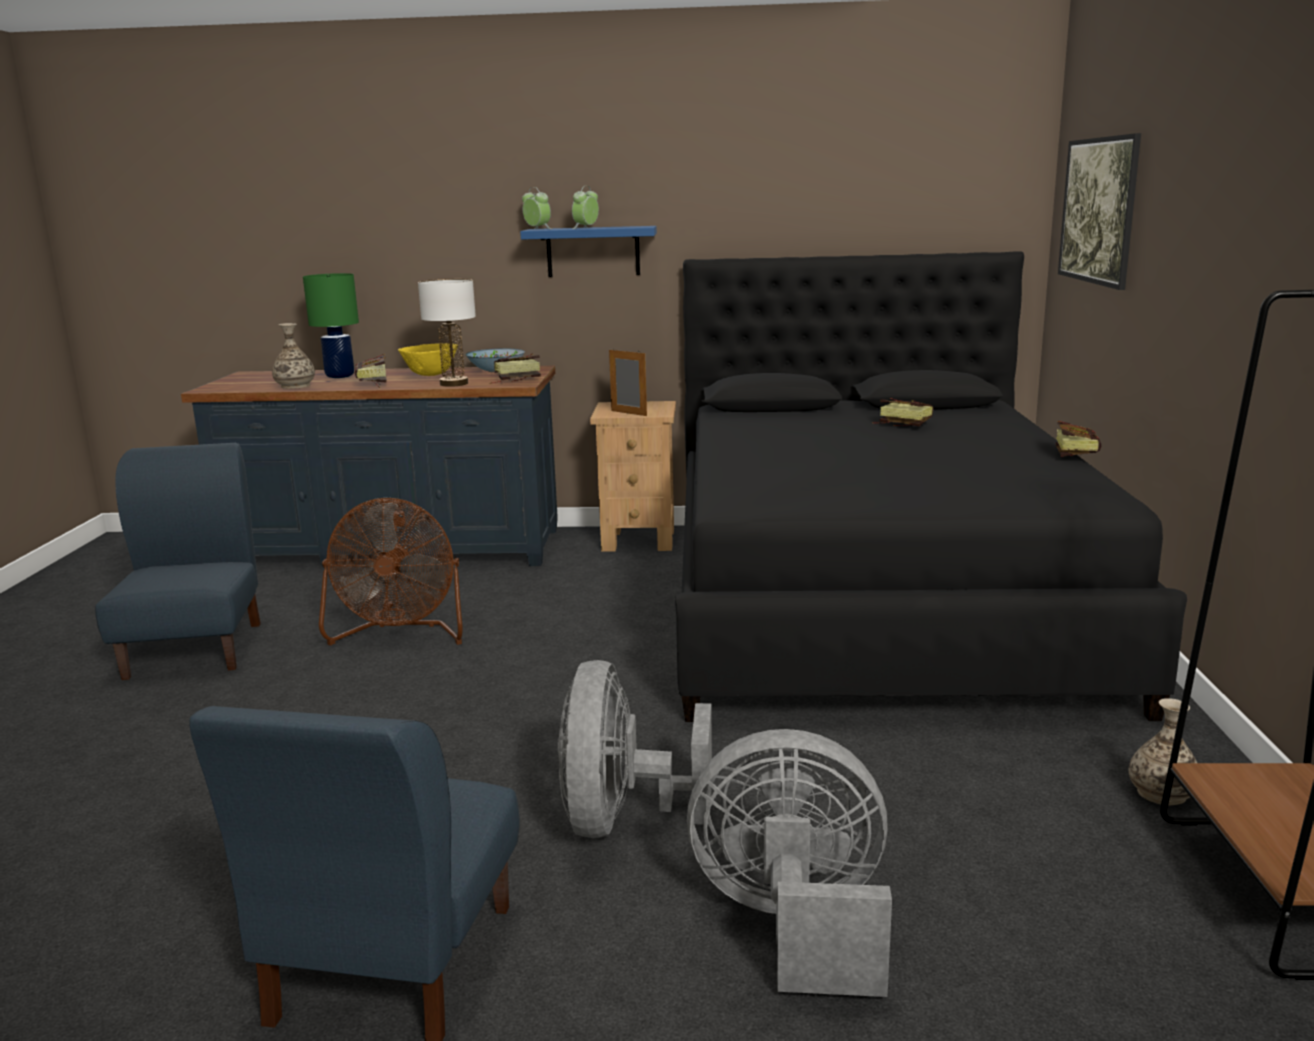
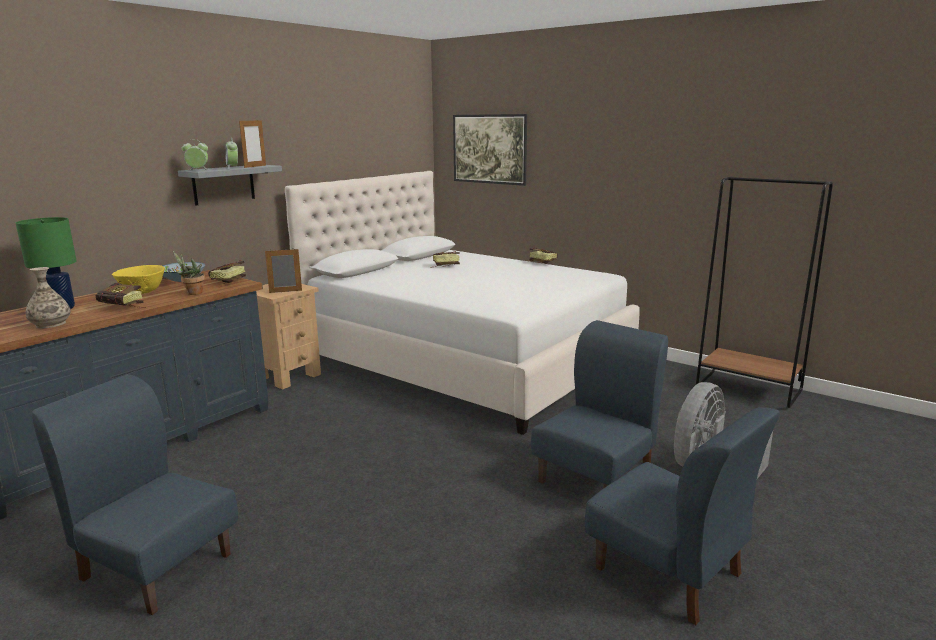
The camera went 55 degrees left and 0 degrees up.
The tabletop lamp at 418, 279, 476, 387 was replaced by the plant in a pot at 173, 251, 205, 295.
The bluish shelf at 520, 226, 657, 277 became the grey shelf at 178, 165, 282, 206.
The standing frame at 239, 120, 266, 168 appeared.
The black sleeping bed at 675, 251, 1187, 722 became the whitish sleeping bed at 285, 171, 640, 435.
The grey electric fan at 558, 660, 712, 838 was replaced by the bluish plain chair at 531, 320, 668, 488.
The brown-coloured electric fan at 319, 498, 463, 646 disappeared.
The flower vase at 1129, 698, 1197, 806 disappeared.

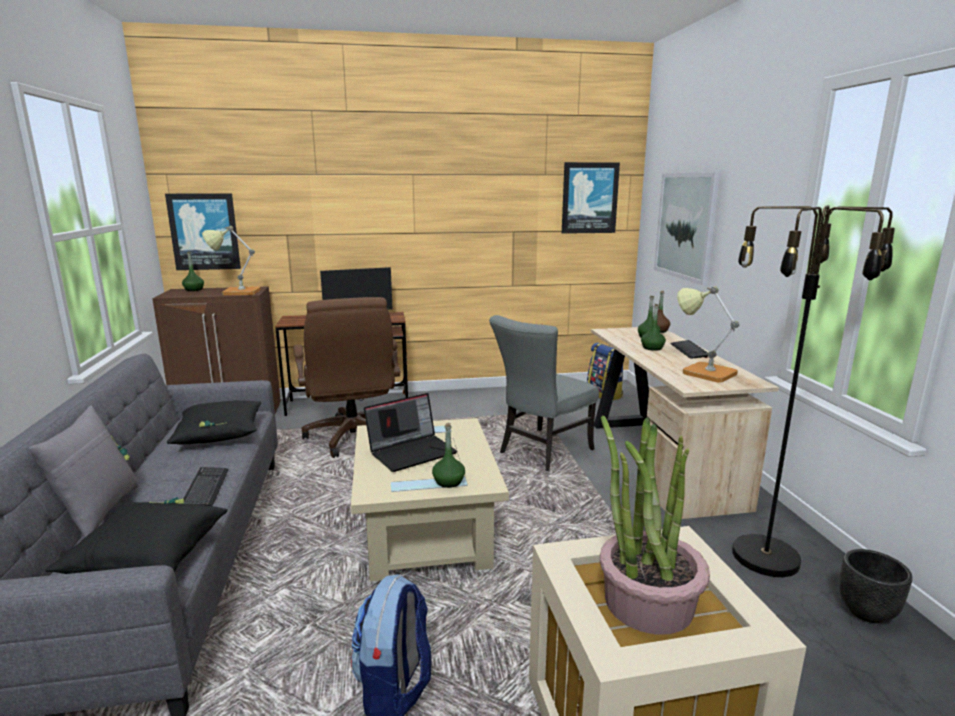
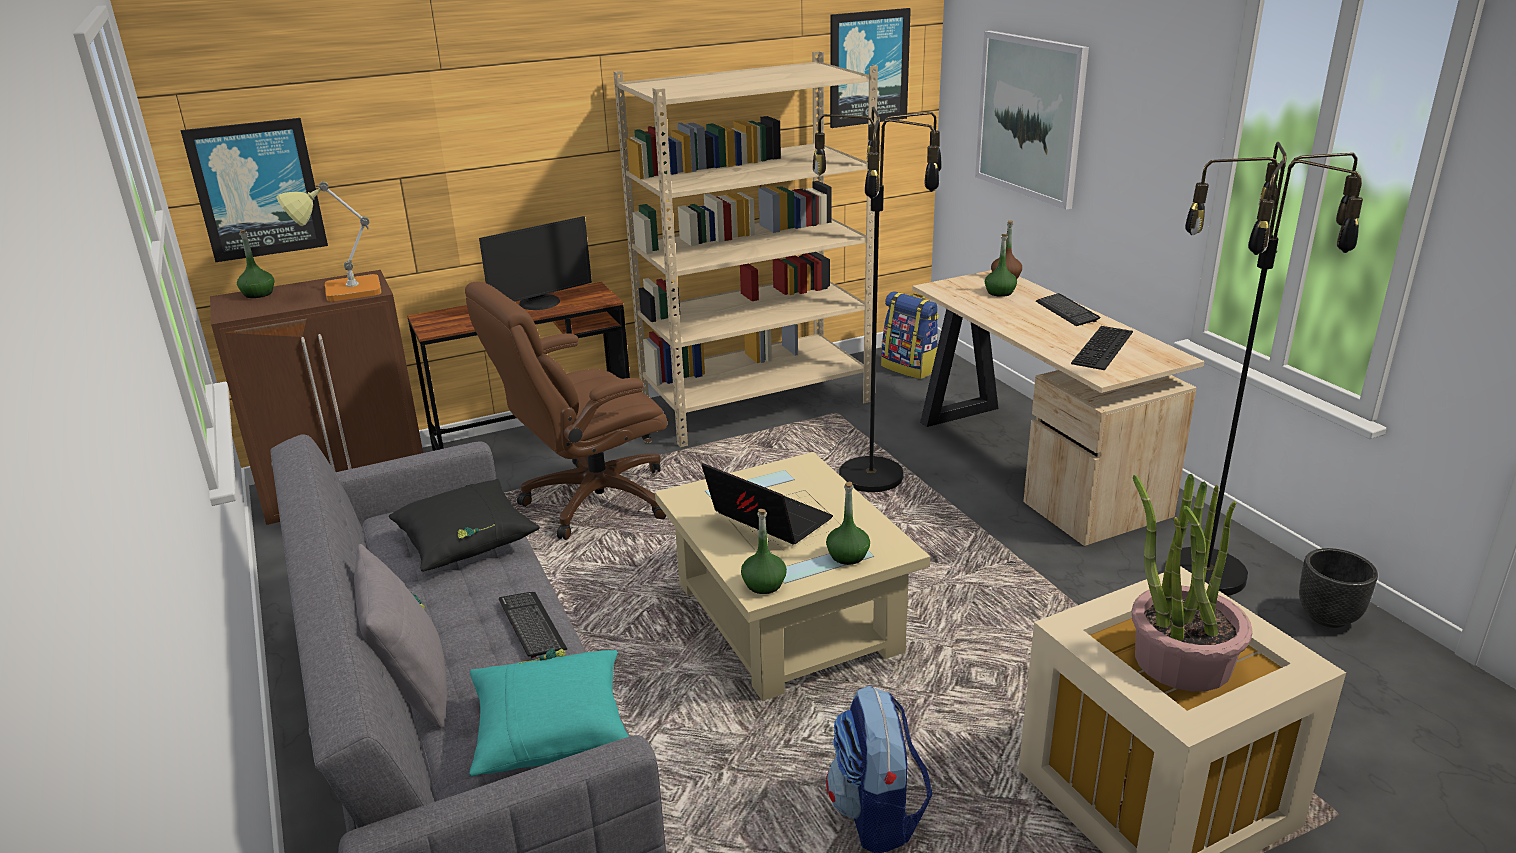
The camera went 15 degrees left and 10 degrees up.
The brown-coloured computer chair at 293, 297, 400, 458 turned 90 degrees clockwise.
The black cushion at 45, 497, 228, 574 became the turquoise-coloured cushion at 469, 648, 629, 777.
The beige bookshelf at 614, 51, 878, 447 appeared.
The laptop at 364, 393, 457, 472 turned 90 degrees counterclockwise.
The greenish bottle moved from 641, 304, 666, 351 to 741, 509, 787, 594.
The grey plain chair at 489, 315, 599, 471 was replaced by the standard lamp at 813, 107, 942, 492.
The tabletop lamp at 677, 286, 739, 382 was replaced by the PC keyboard at 1071, 326, 1133, 370.

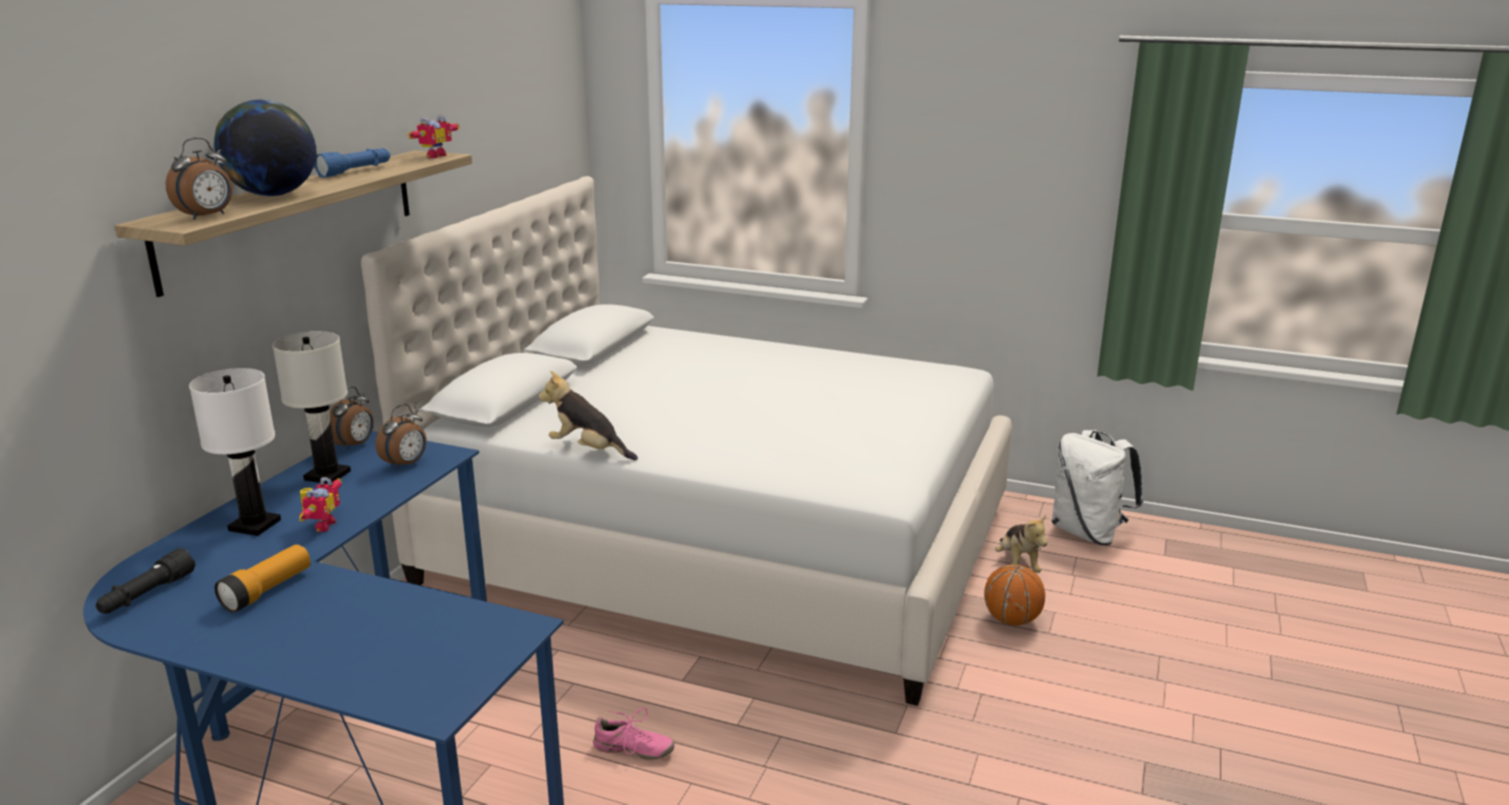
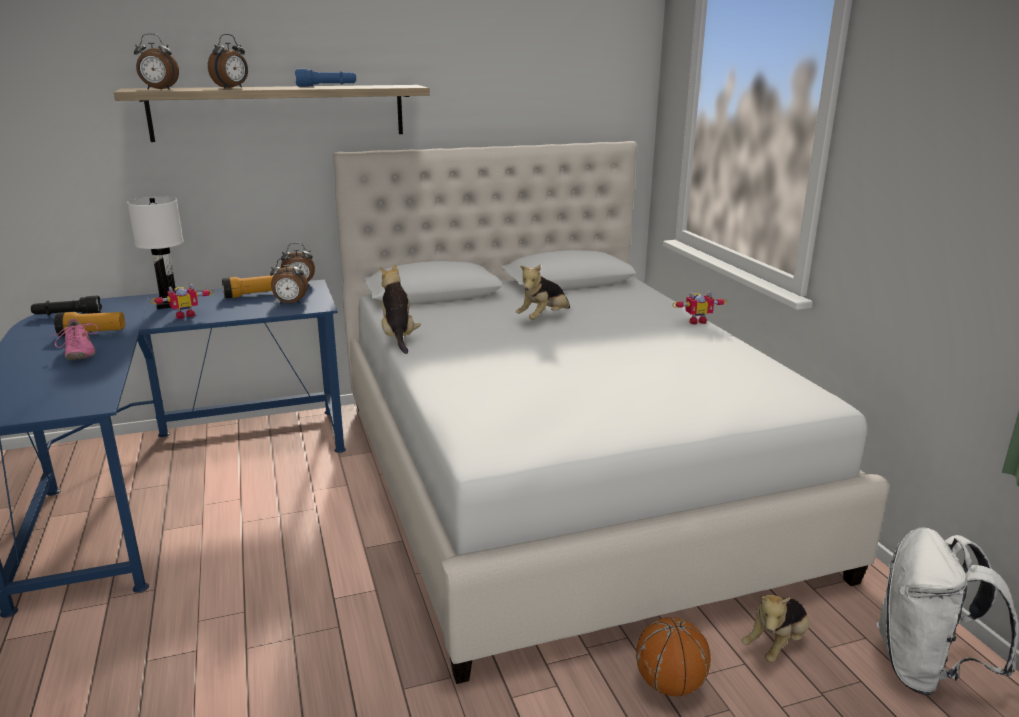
The camera went 50 degrees right and 0 degrees up.
The pink-coloured shoe moved from 593, 708, 675, 760 to 49, 319, 98, 360.
The globe at 214, 99, 317, 196 was replaced by the alarm clock at 208, 34, 248, 89.
The whitish tabletop lamp at 272, 331, 351, 484 was replaced by the hand torch at 222, 275, 274, 298.
The cuddly toy at 516, 264, 570, 320 appeared.
The toy robot moved from 408, 115, 460, 158 to 672, 291, 727, 325.

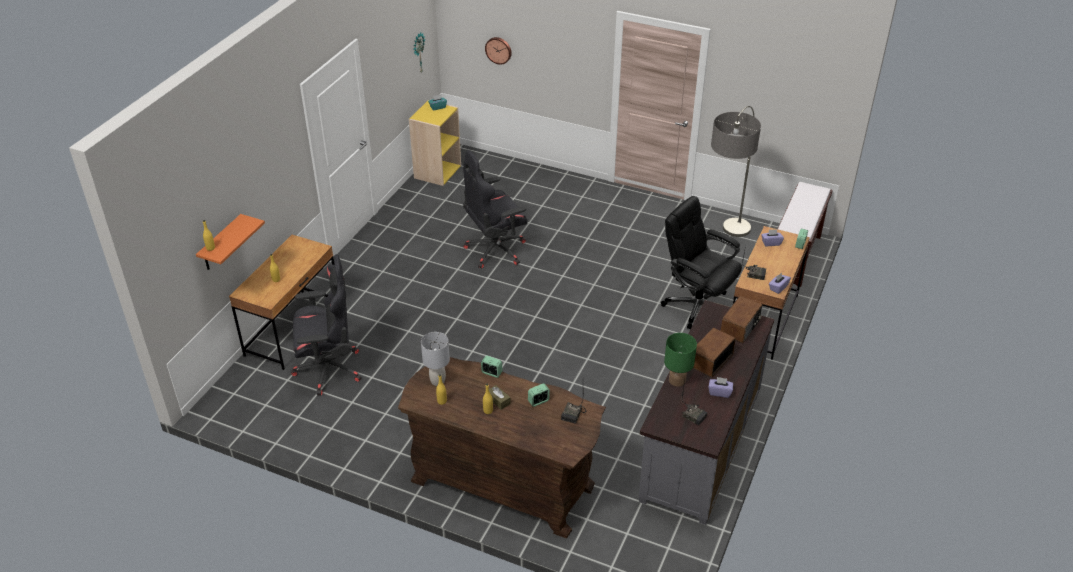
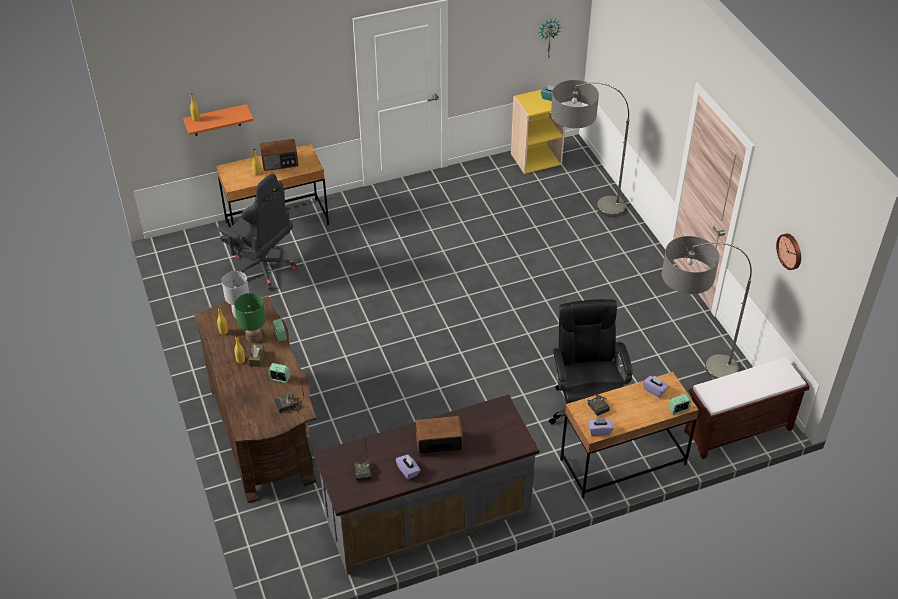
The camera went 45 degrees right and 5 degrees up.
The greenish tabletop lamp moved from 664, 333, 697, 387 to 234, 293, 266, 343.
The radio moved from 721, 296, 762, 344 to 260, 139, 298, 171.
The standard lamp at 551, 80, 629, 217 appeared.
The hanging clock moved from 485, 37, 512, 65 to 776, 234, 801, 270.
The black computer chair at 463, 150, 528, 268 disappeared.

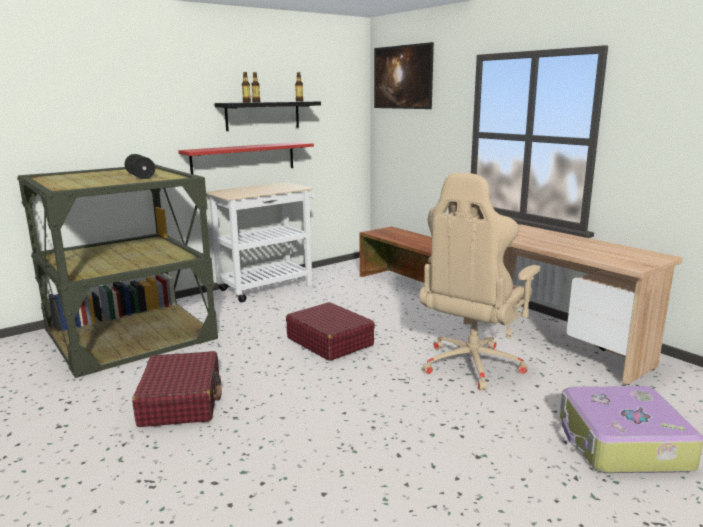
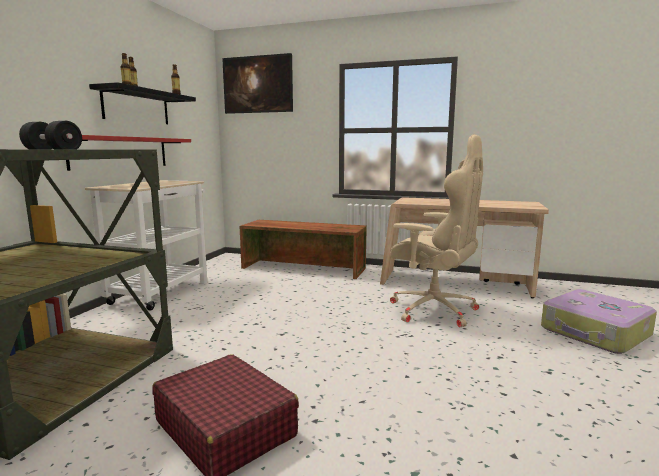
The camera went 35 degrees left and 5 degrees down.
The beige computer chair at 419, 173, 540, 390 turned 60 degrees counterclockwise.
The red-coloured piece of luggage at 286, 302, 375, 361 disappeared.

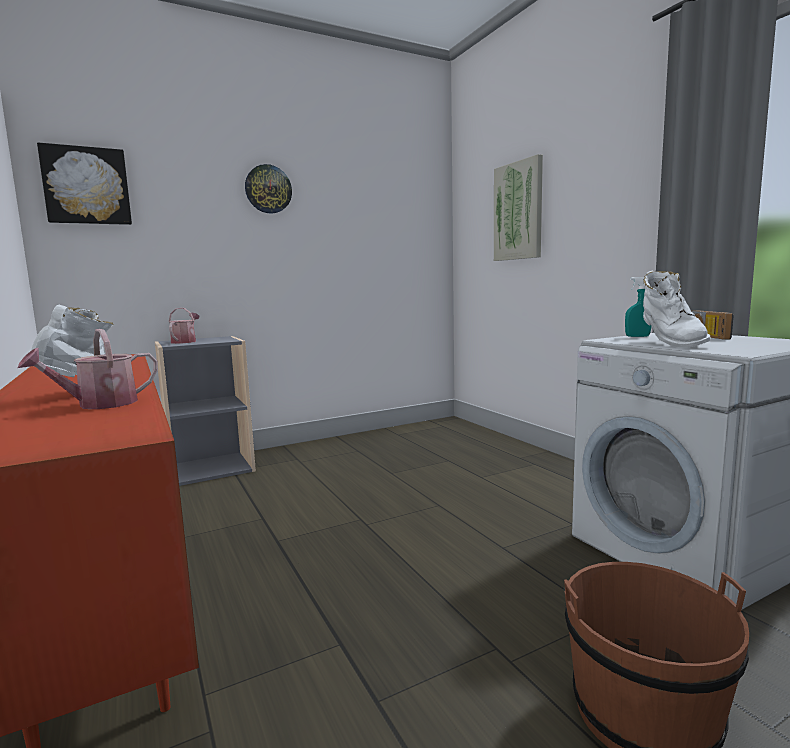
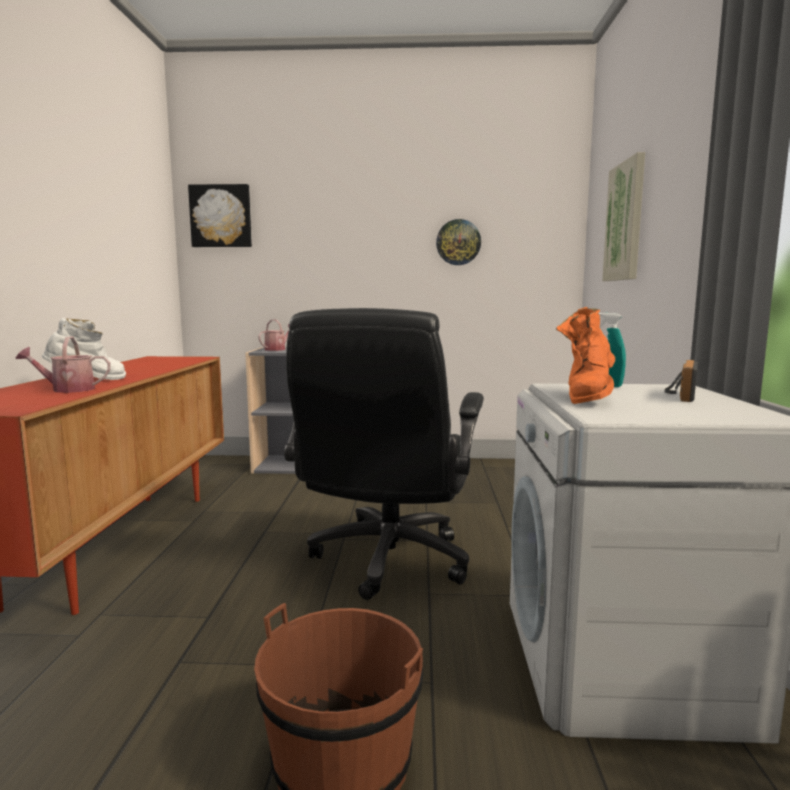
The camera went 30 degrees right and 0 degrees up.
The black computer chair at 284, 308, 484, 600 appeared.
The hanging clock moved from 245, 164, 292, 214 to 436, 219, 481, 265.
The whitish high-top boot at 643, 271, 711, 348 became the orangey high-top boot at 556, 307, 615, 404.

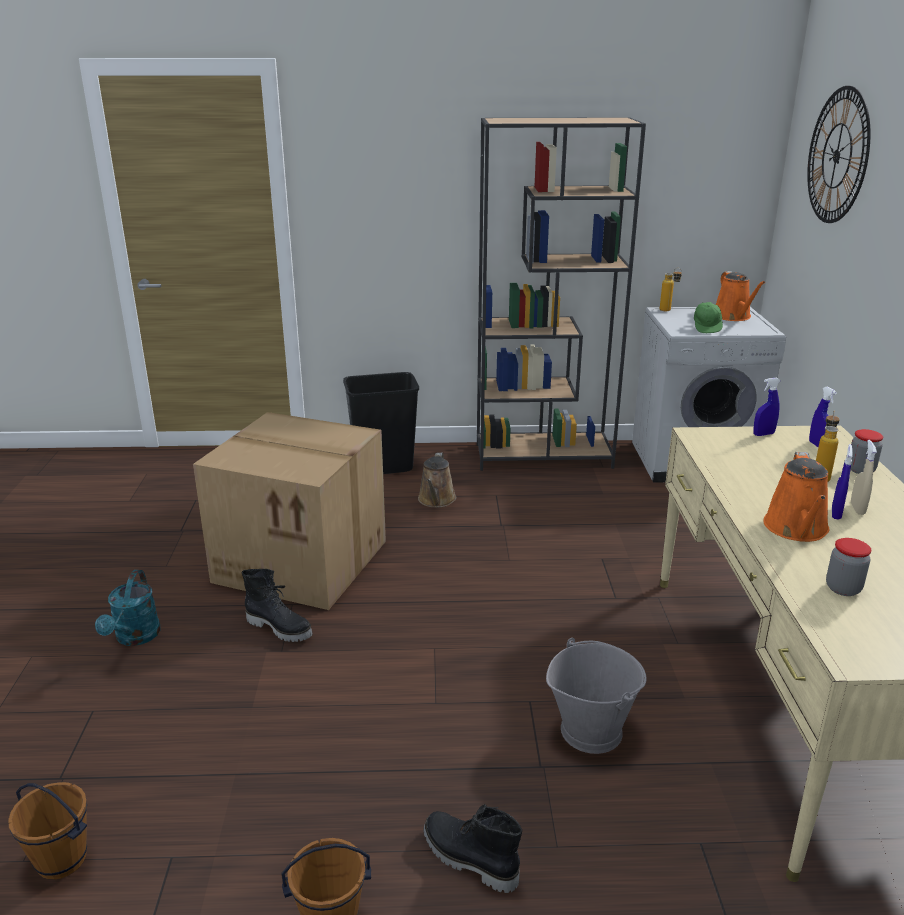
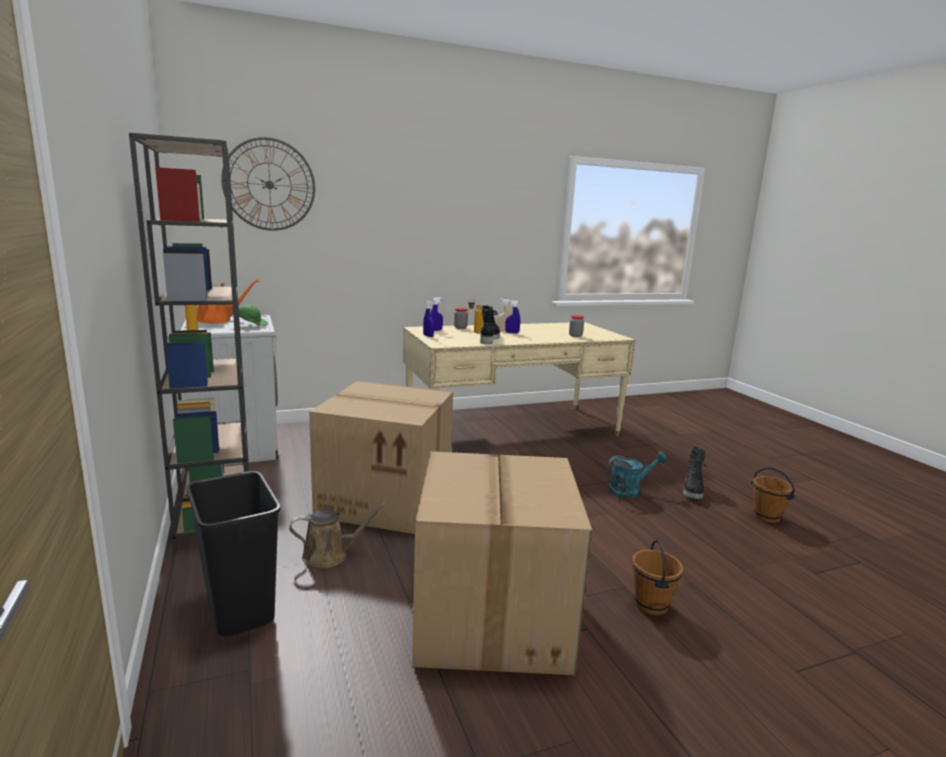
The camera went 110 degrees left and 10 degrees down.
The cardboard box at 309, 381, 453, 534 appeared.
The black high-top boot moved from 242, 569, 313, 642 to 480, 305, 500, 344.
The turquoise-coloured watering can moved from 95, 570, 161, 646 to 606, 451, 667, 498.
The brown-coloured bucket moved from 8, 782, 87, 880 to 632, 540, 683, 615.
The grey bucket at 546, 638, 647, 754 disappeared.
The orangey watering can at 763, 452, 830, 542 disappeared.

